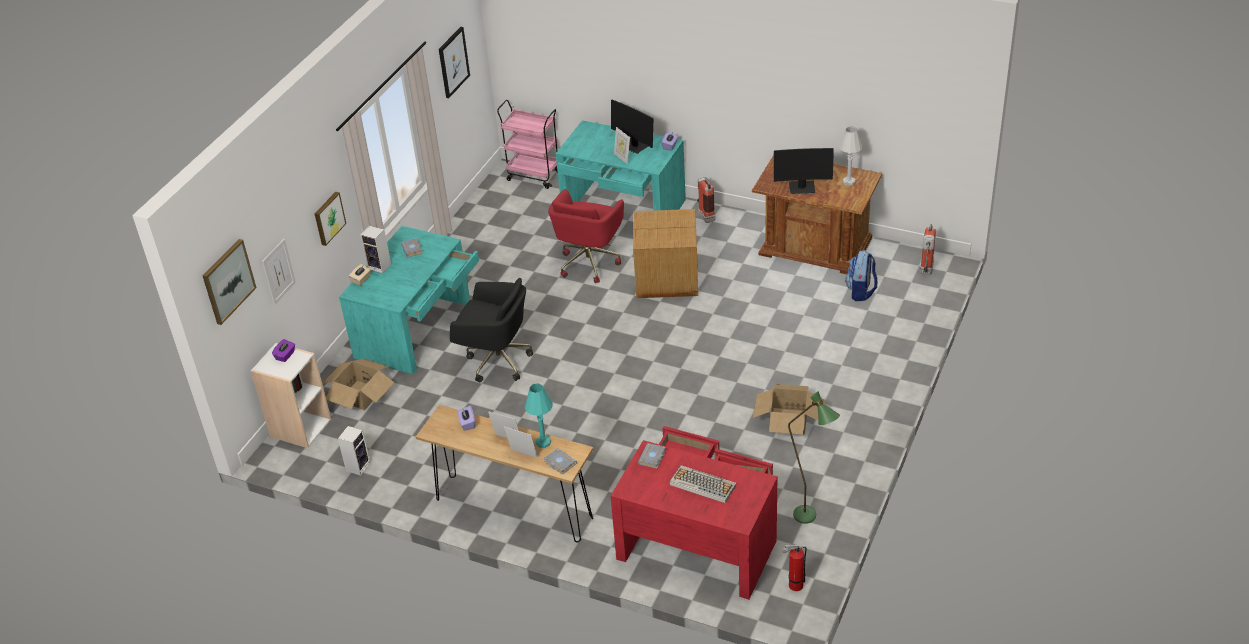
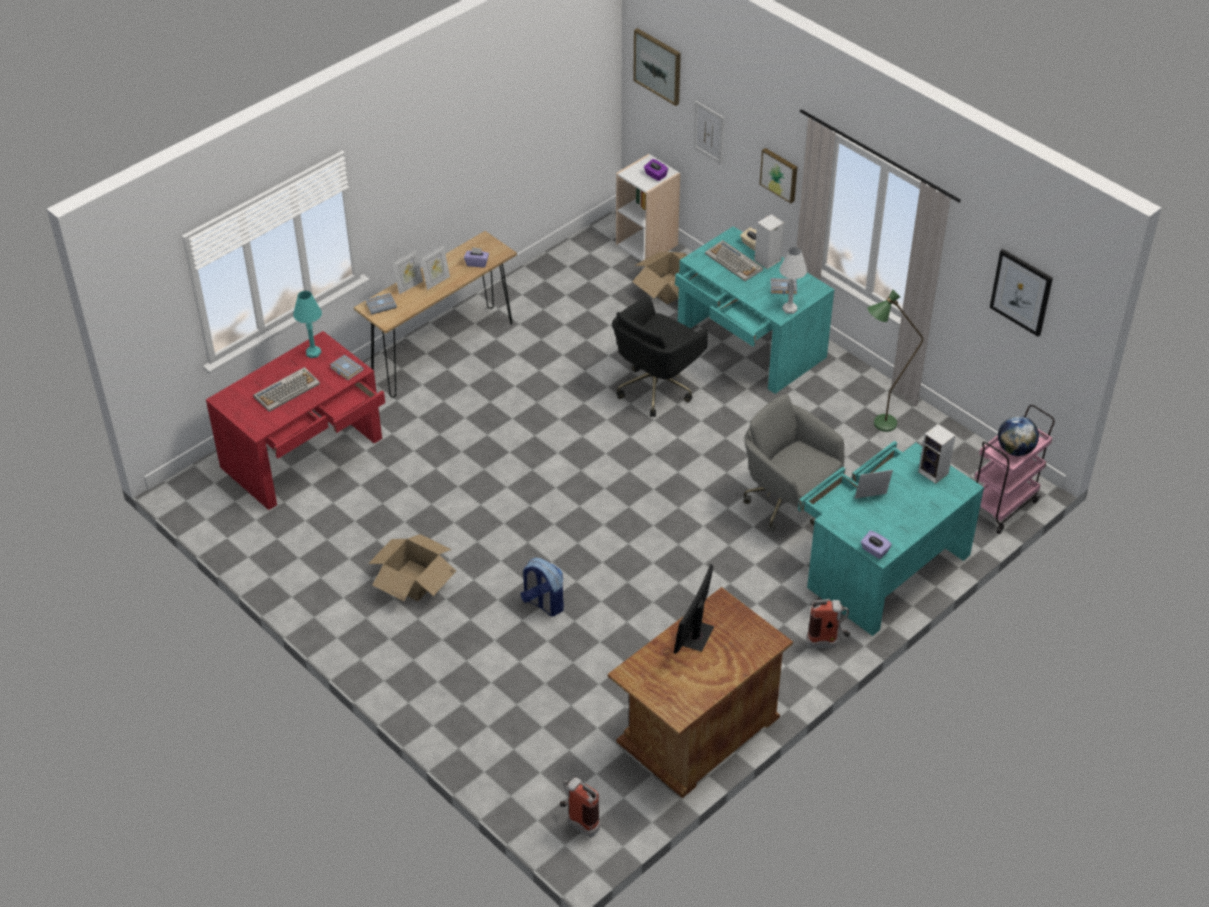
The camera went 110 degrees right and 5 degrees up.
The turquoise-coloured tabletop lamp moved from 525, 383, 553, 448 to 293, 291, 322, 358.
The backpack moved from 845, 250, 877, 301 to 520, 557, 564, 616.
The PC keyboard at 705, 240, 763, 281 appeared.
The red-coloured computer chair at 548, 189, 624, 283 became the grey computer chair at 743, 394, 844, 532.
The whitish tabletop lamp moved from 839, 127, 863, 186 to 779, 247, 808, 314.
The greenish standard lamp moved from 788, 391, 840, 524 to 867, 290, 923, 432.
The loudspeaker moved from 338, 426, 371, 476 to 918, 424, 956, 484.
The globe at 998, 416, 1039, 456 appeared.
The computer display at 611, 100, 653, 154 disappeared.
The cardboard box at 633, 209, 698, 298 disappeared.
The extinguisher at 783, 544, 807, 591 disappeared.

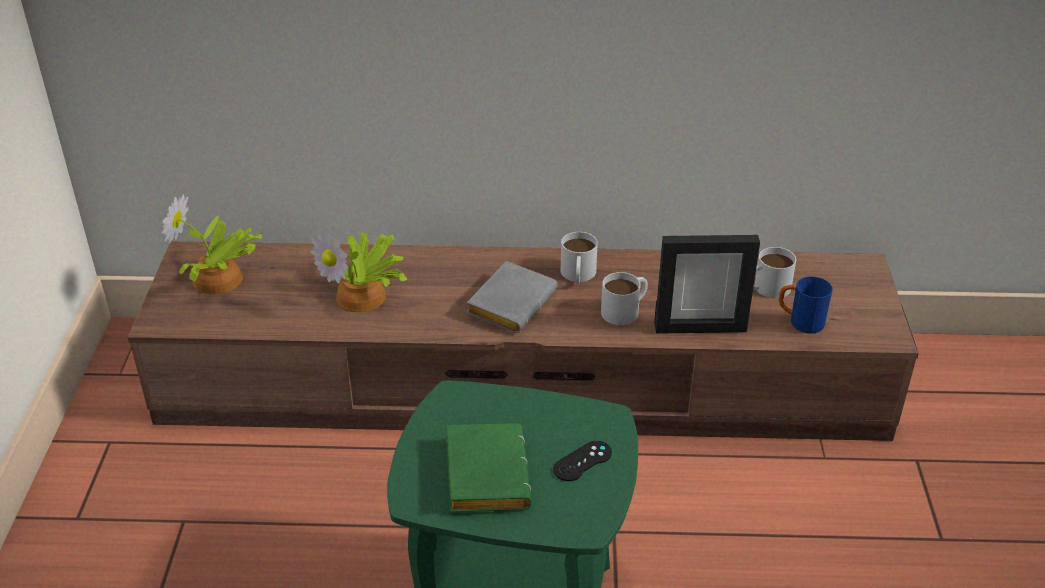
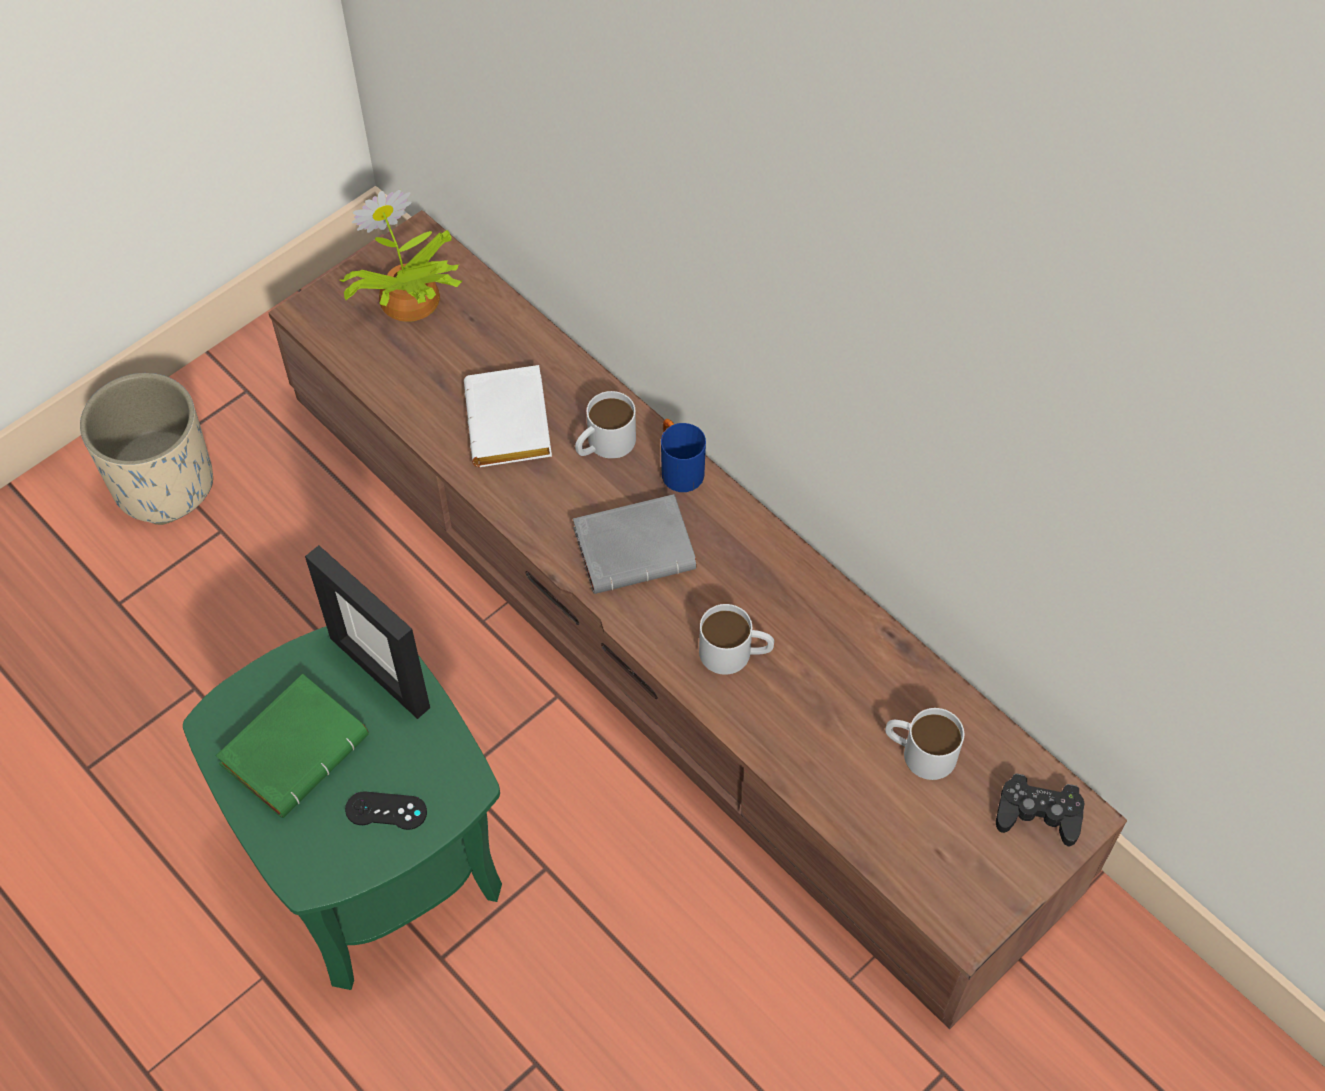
The camera went 45 degrees right and 20 degrees up.
The beige plant pot at 80, 373, 213, 525 appeared.
The standing frame moved from 654, 235, 760, 334 to 305, 545, 430, 719.
The plant in a pot at 311, 232, 407, 312 was replaced by the whitish bound book at 464, 365, 552, 467.
The whitish coffee mug moved from 561, 232, 598, 283 to 575, 391, 636, 459.
The bluish coffee mug moved from 779, 276, 833, 334 to 661, 419, 706, 492.
The black game controller at 996, 773, 1084, 847 appeared.

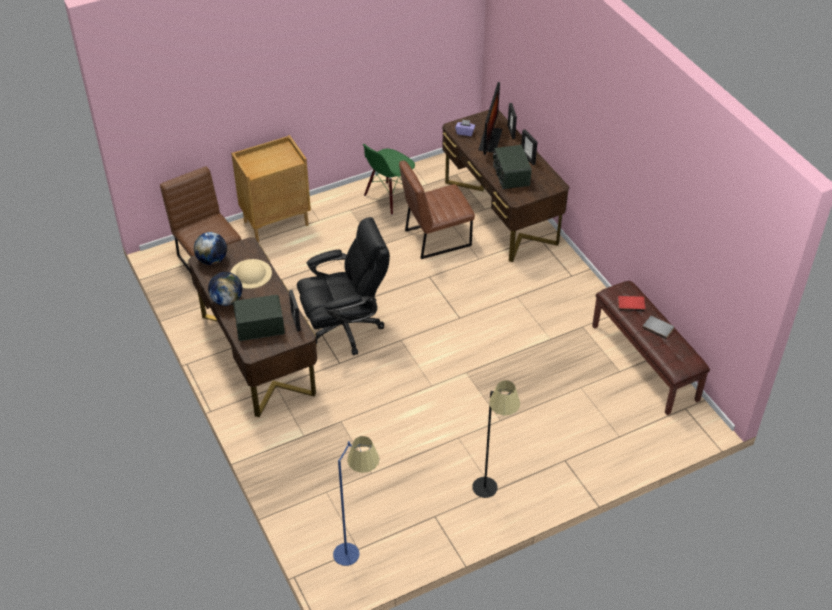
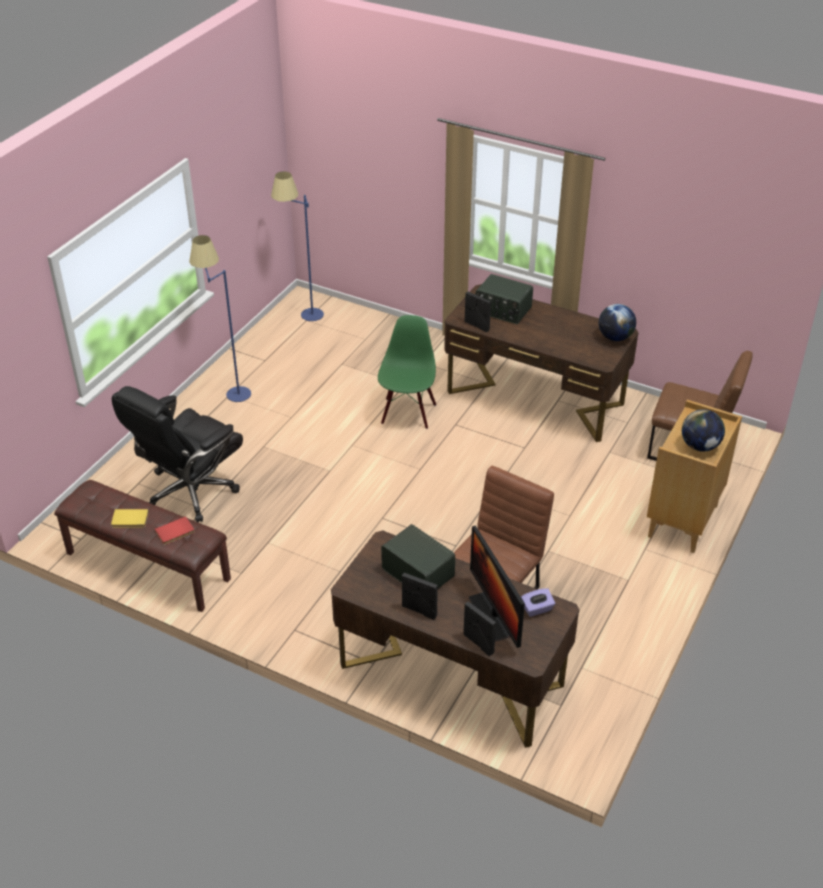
The camera went 145 degrees right and 5 degrees down.
The grey bound book at 642, 316, 674, 339 became the yellow-coloured bound book at 111, 509, 149, 528.
The black computer chair moved from 297, 217, 390, 356 to 112, 386, 243, 522.
The black standard lamp at 472, 380, 520, 498 became the bluish standard lamp at 189, 235, 251, 402.
The greenish plain chair moved from 363, 144, 415, 215 to 378, 315, 436, 429.
The radio at 233, 295, 285, 341 turned 75 degrees clockwise.
The globe moved from 208, 272, 243, 306 to 682, 409, 725, 452.
The beige clothing hat at 230, 259, 272, 289 disappeared.

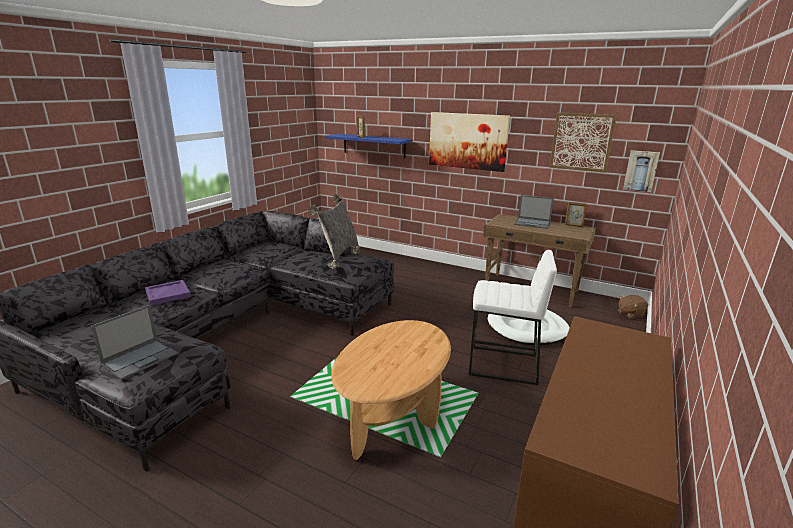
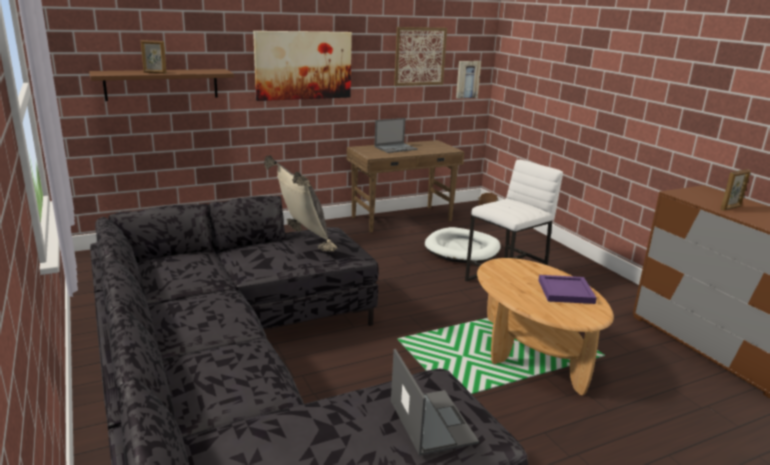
The camera went 55 degrees left and 0 degrees up.
The bluish shelf at 325, 134, 412, 159 became the brown-coloured shelf at 89, 69, 234, 101.
The purple serving tray moved from 145, 280, 191, 305 to 538, 275, 597, 304.
The standing frame moved from 565, 202, 587, 227 to 720, 169, 751, 211.

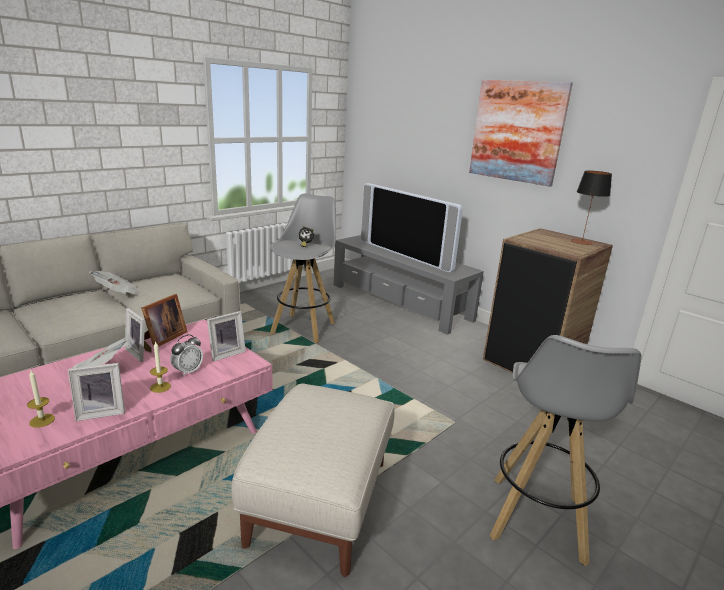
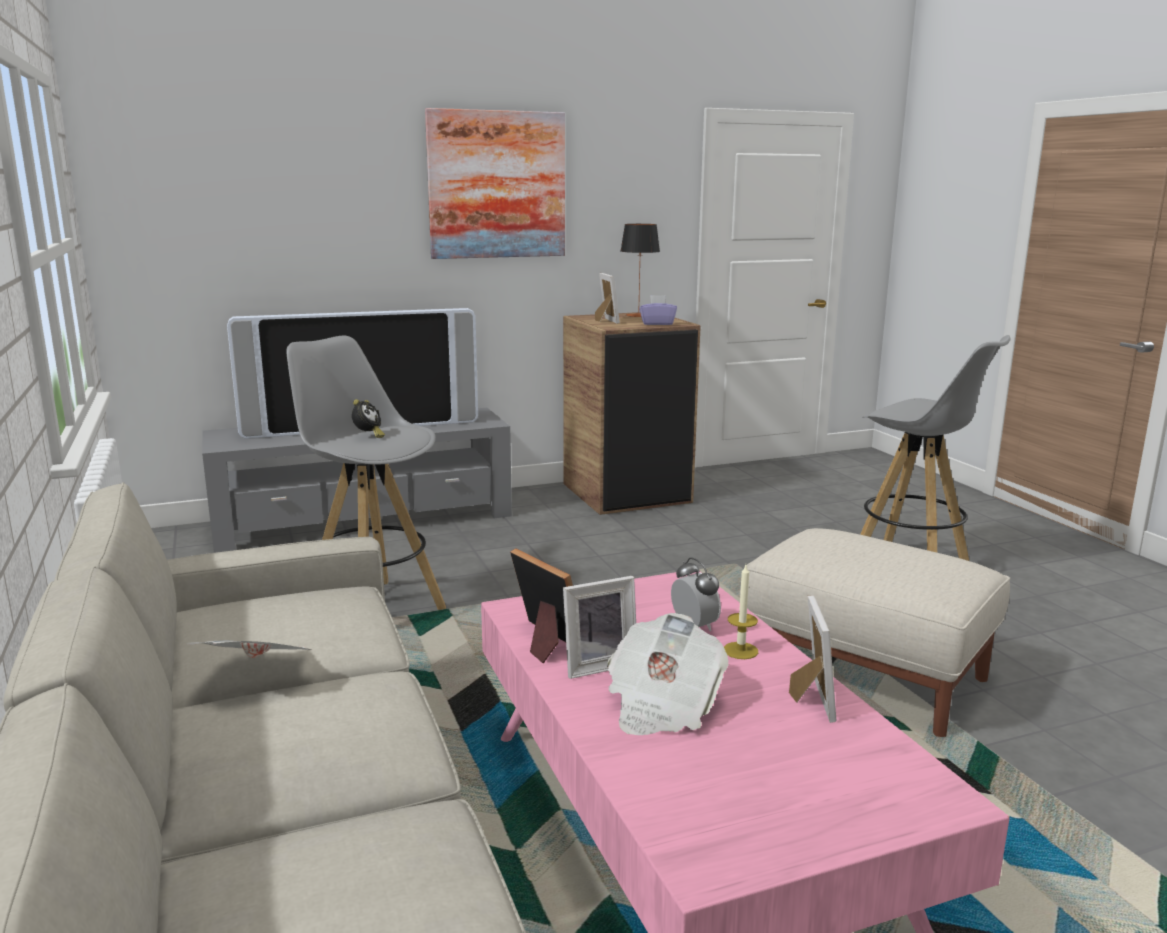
The camera went 65 degrees left and 5 degrees down.
The standing frame moved from 207, 311, 246, 362 to 595, 273, 620, 324.
The purple tissue holder at 639, 295, 677, 325 appeared.
The candle at 27, 370, 55, 428 disappeared.

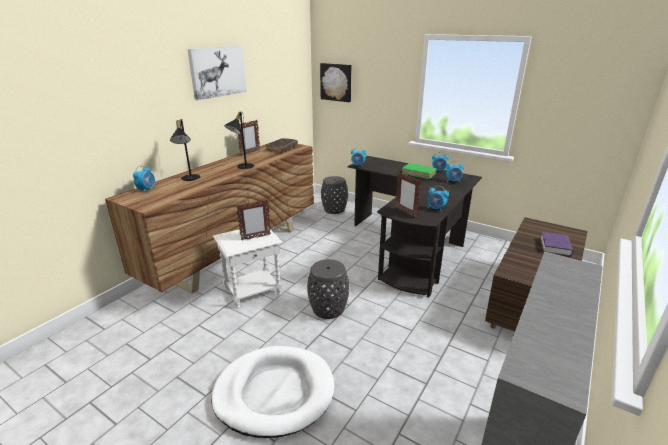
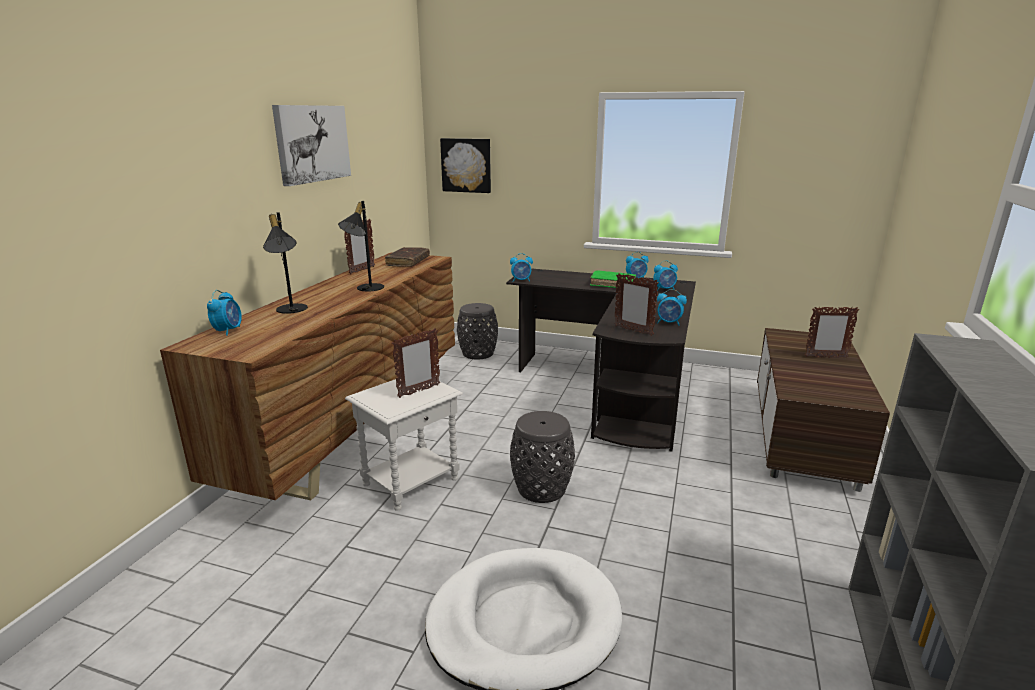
The camera went 15 degrees left and 5 degrees down.
The purple bound book at 540, 232, 573, 256 was replaced by the standing frame at 805, 307, 859, 358.

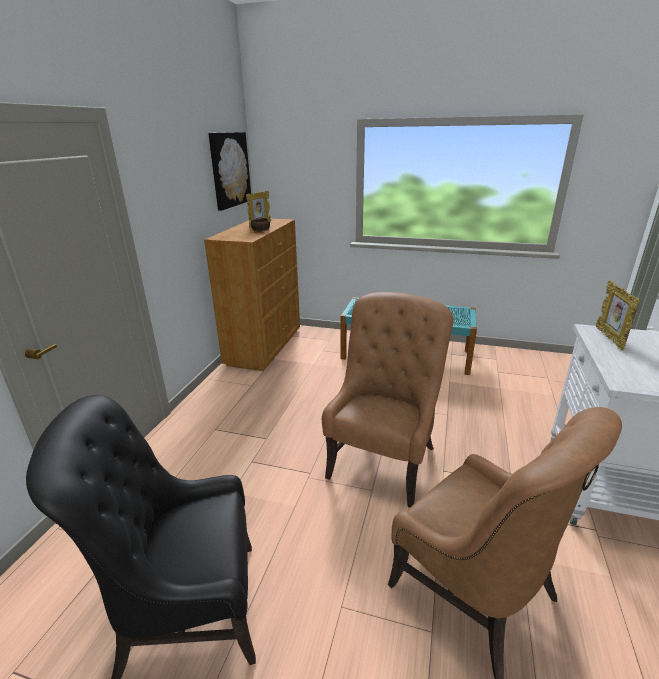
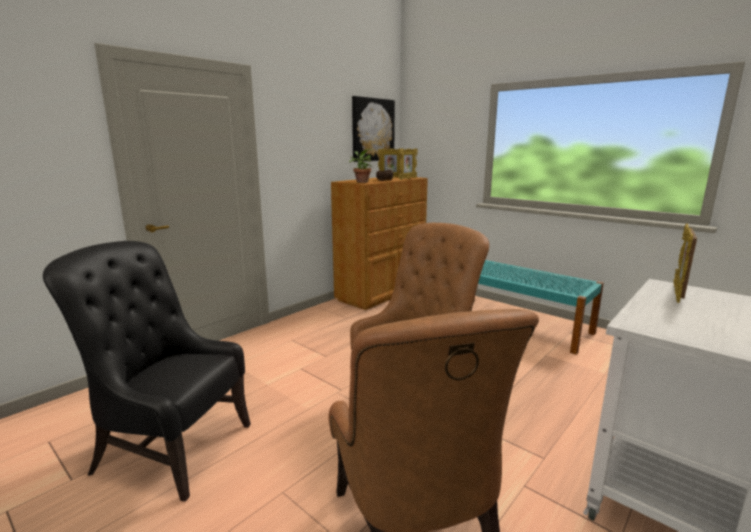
The camera went 25 degrees right and 10 degrees down.
The plant in a pot at 349, 149, 372, 183 appeared.
The standing frame at 399, 148, 418, 180 appeared.

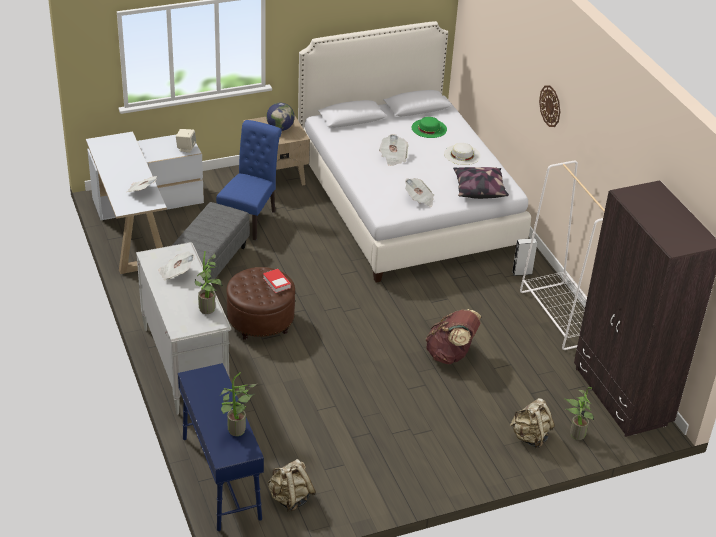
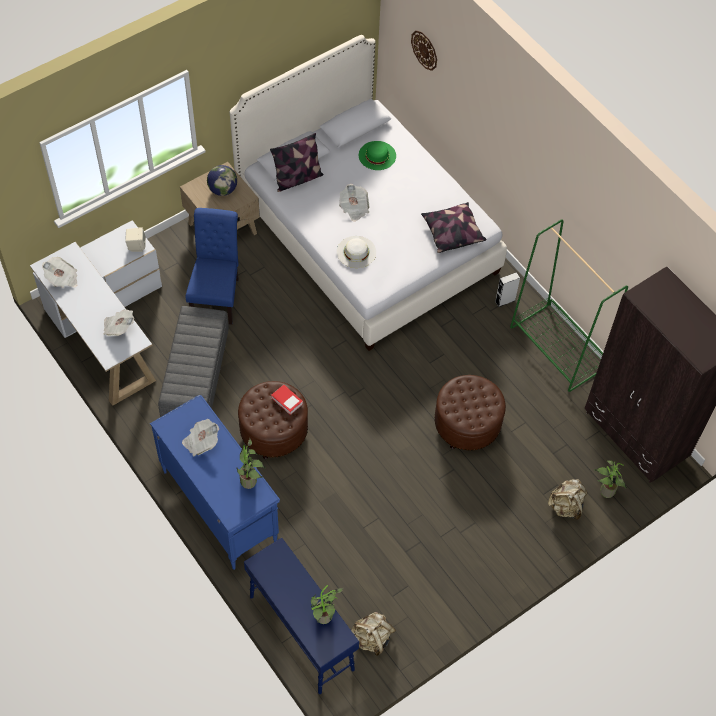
The camera went 15 degrees left and 20 degrees up.
The newspaper moved from 405, 178, 434, 207 to 42, 257, 77, 288.
The whitish chest of drawers at 136, 242, 231, 415 became the bluish chest of drawers at 150, 395, 280, 570.
The cushion at 270, 133, 323, 192 appeared.
The whitish clothing hat moved from 444, 143, 481, 165 to 337, 236, 376, 268.
The hanging clock moved from 539, 86, 560, 127 to 411, 30, 437, 71.
The brown-coloured backpack at 426, 309, 481, 364 was replaced by the brown-coloured footrest at 434, 375, 506, 451.
The whitish clothes rack at 520, 160, 605, 350 became the greenish clothes rack at 510, 220, 628, 392.

